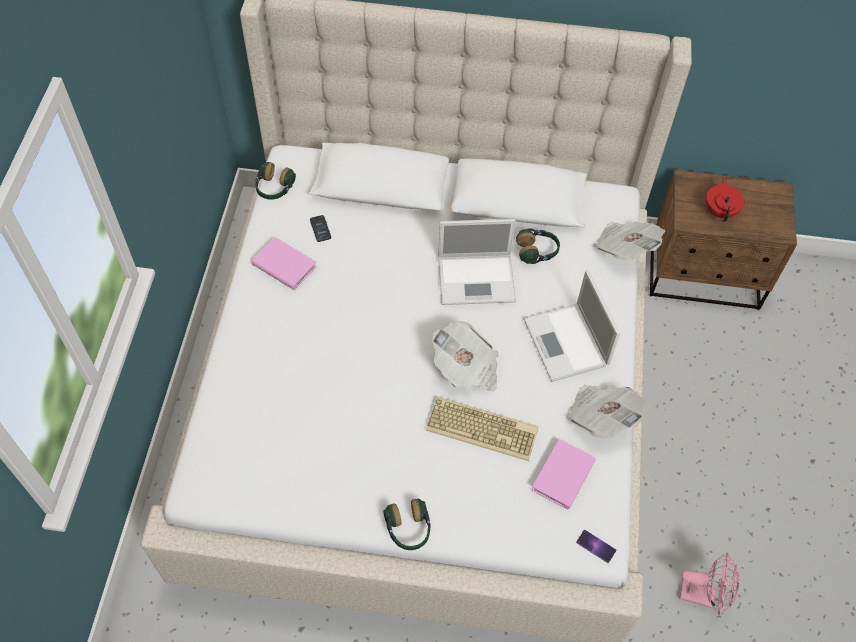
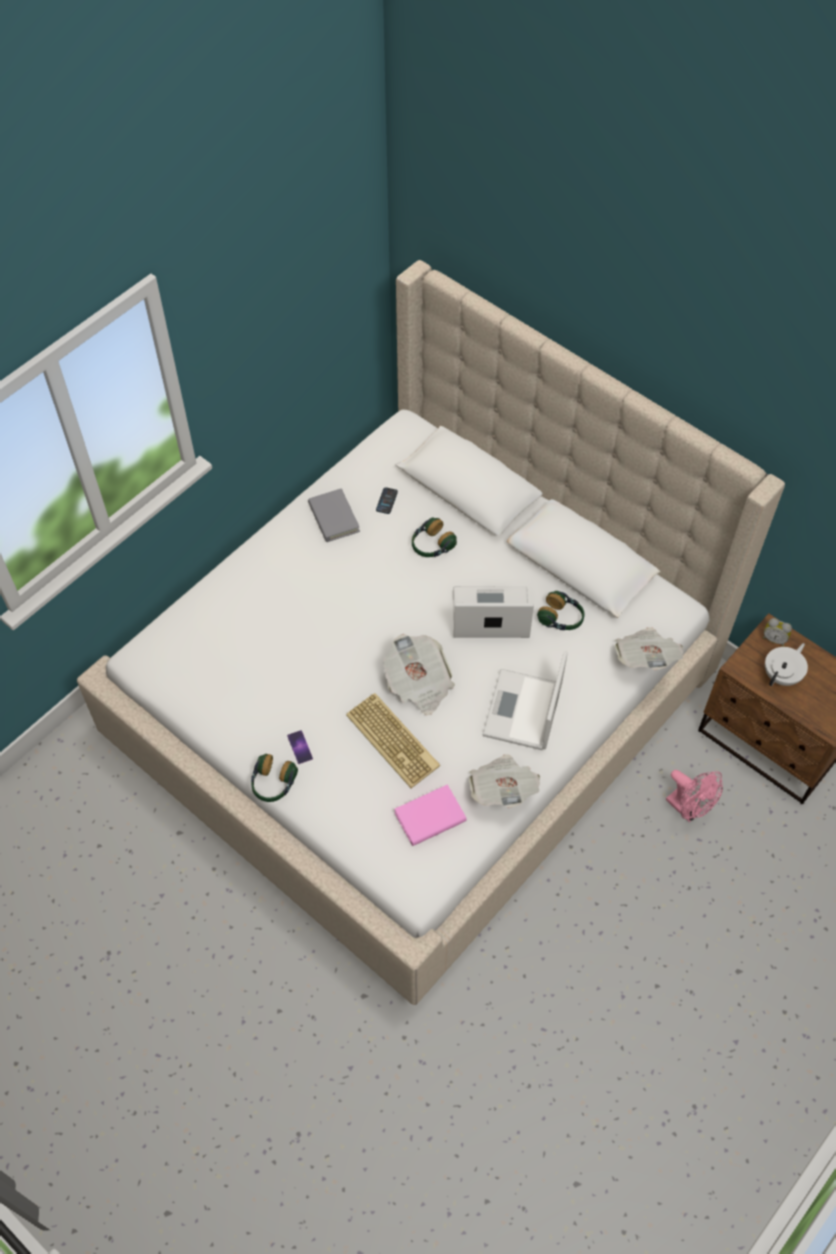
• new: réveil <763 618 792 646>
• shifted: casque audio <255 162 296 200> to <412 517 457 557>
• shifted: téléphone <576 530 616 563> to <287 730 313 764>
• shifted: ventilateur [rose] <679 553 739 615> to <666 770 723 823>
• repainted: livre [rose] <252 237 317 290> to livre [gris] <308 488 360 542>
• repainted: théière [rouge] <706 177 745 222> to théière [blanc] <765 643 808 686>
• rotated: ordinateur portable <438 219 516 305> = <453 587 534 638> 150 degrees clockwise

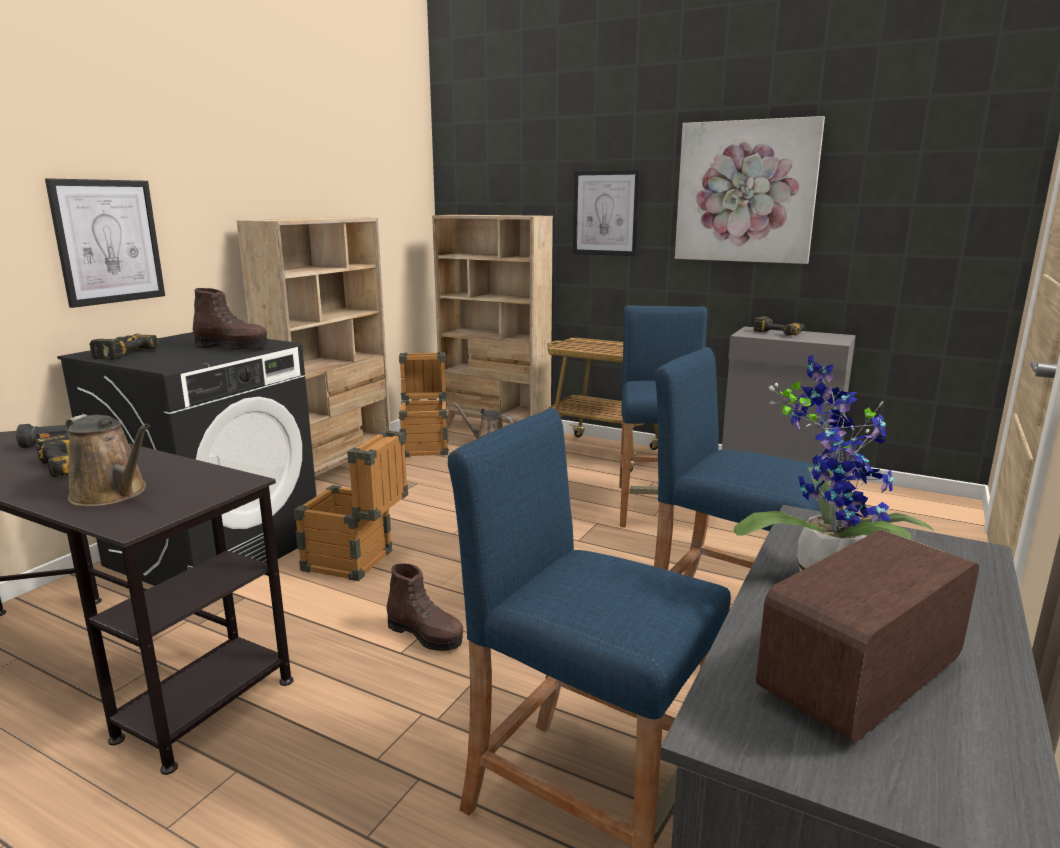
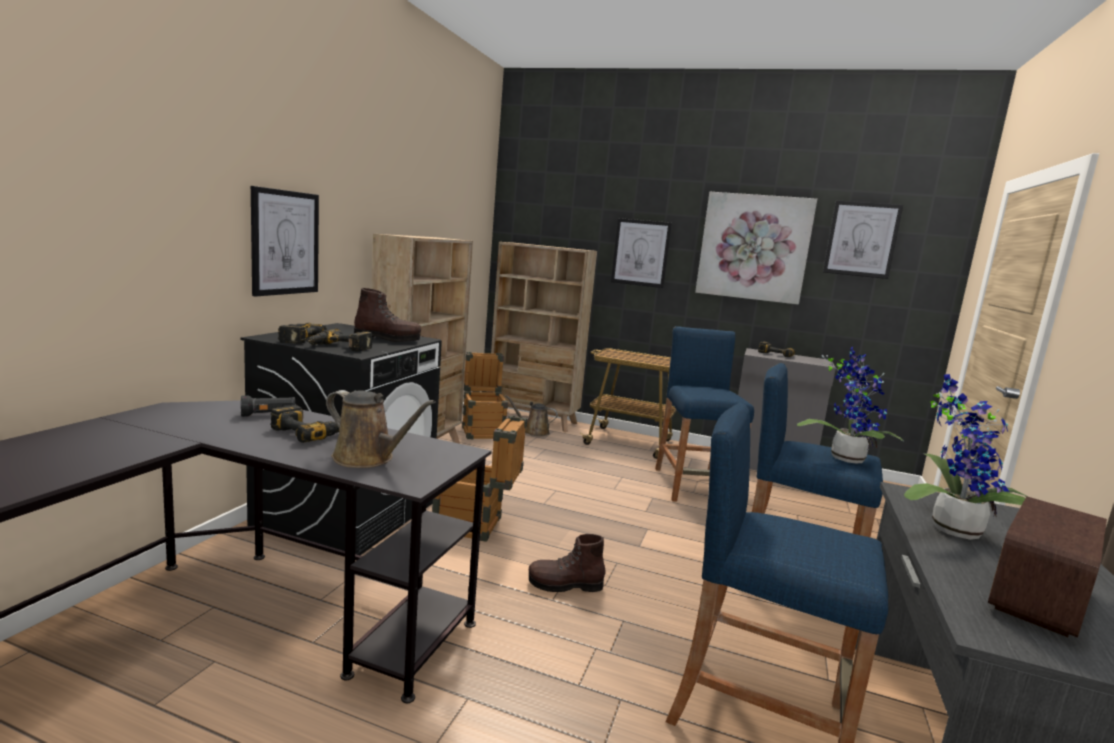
• new: perceuse <307 329 372 352>
• new: plante en pot <797 347 904 464>
• new: tableau <823 200 903 279>
• rotated: botte [marron] <386 563 463 651> = <529 534 605 592> 150 degrees clockwise

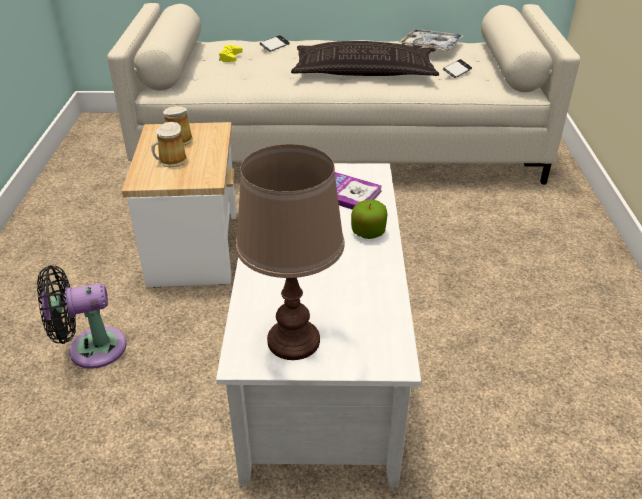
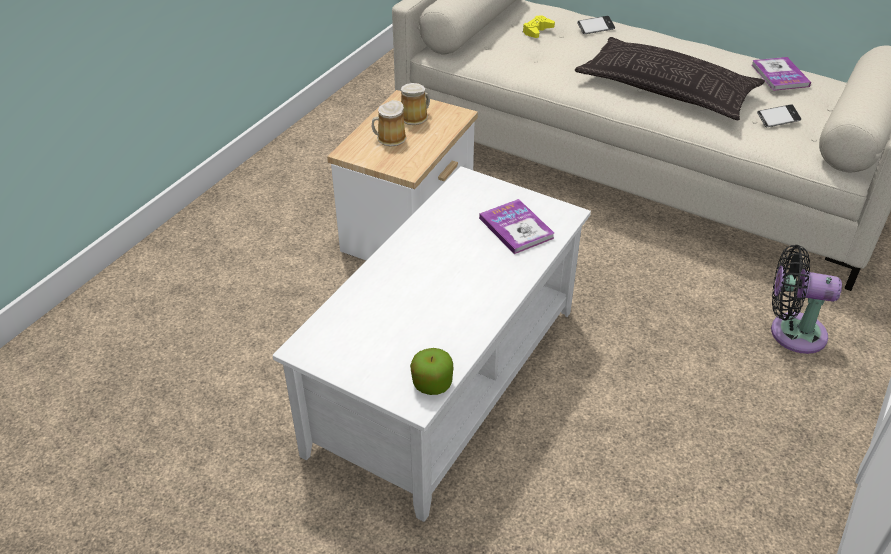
• gone: lampe de table [marron] <236 144 345 360>
• shifted: ventilateur [noir] <37 265 127 369> to <771 245 842 354>
• shifted: pomme <351 200 387 239> to <410 348 453 395>
• swapped: plateau <398 29 464 52> to livre <752 57 811 91>

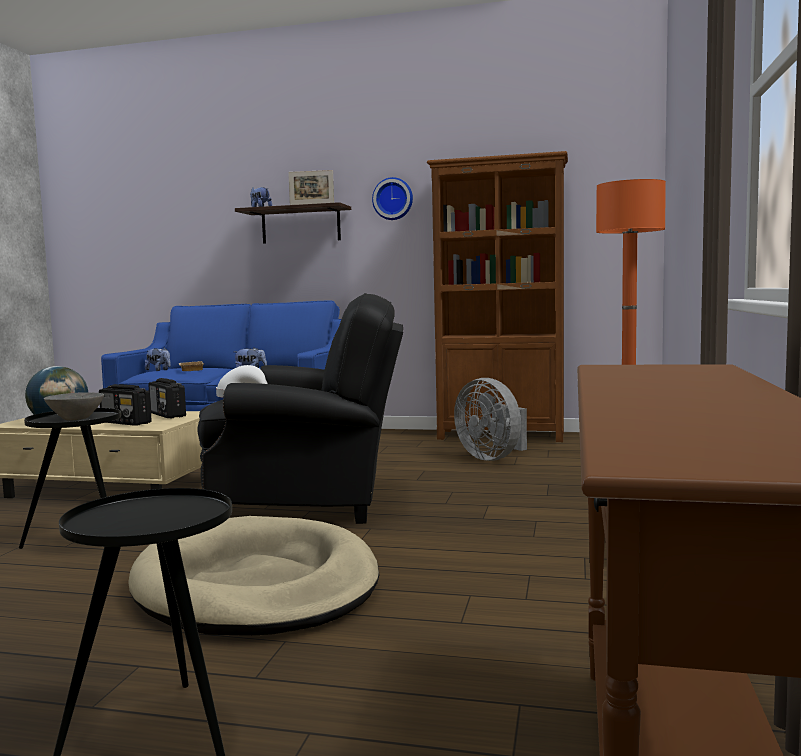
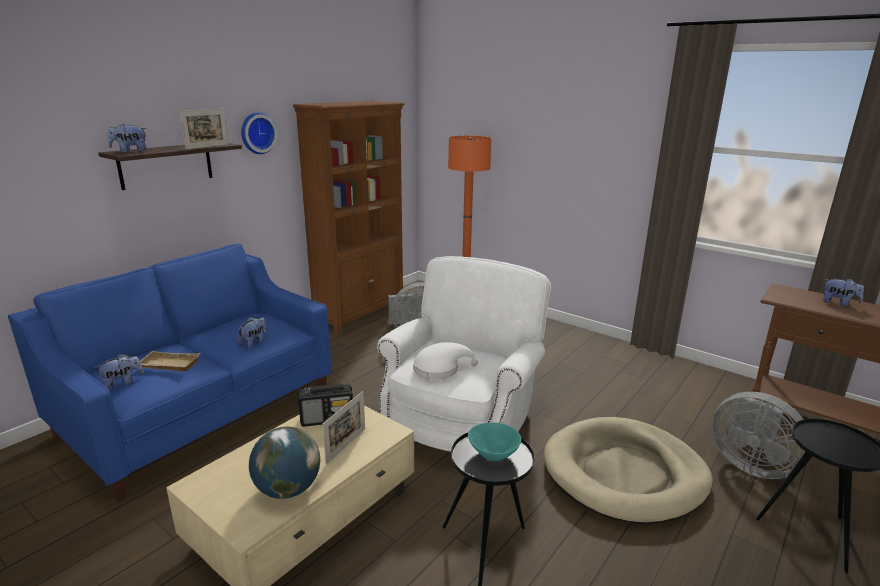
• new: ventilateur [gris] <712 392 804 479>
• new: peluche <823 278 864 306>
• swapped: radio <99 384 152 426> to cadre photo <322 391 365 465>
• repainted: bol [gris] <44 392 104 421> to bol [turquoise] <468 423 521 461>
• repainted: fauteuil [noir] <197 293 403 524> to fauteuil [blanc] <377 256 551 452>

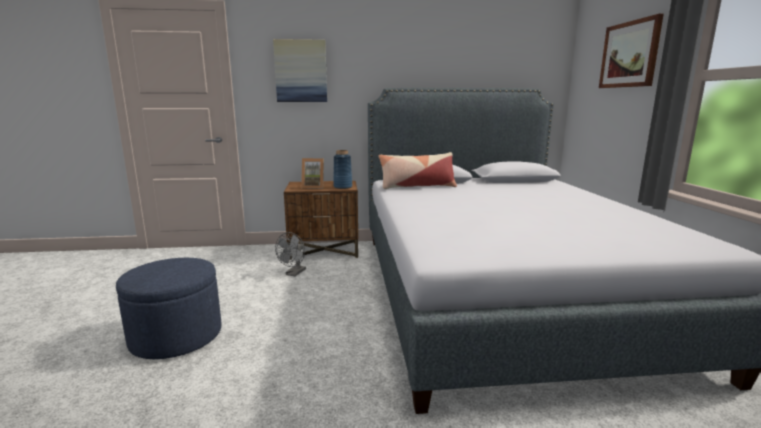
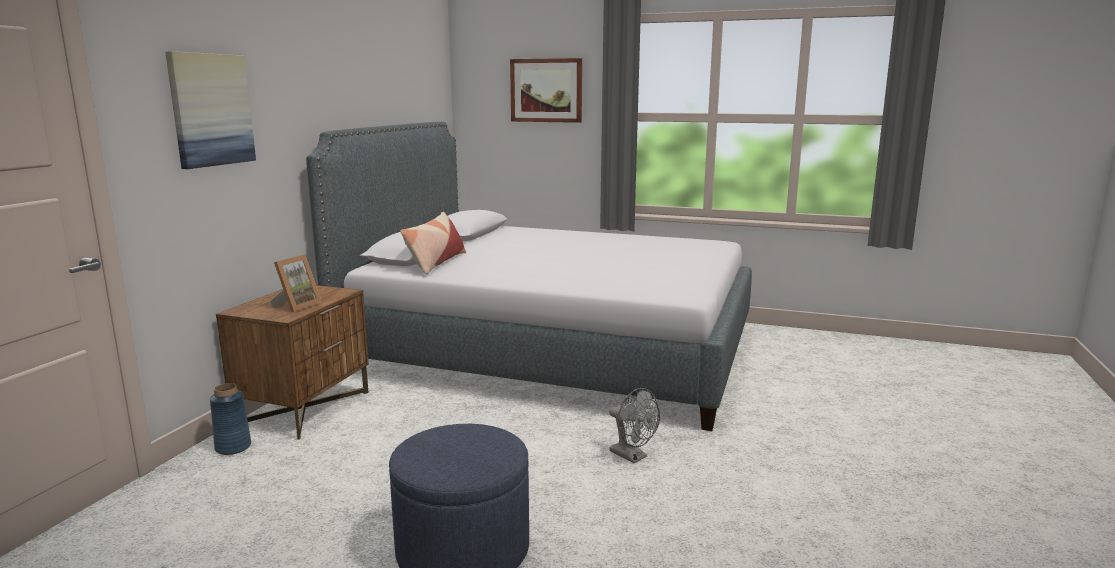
• shifted: ventilateur [gris] <275 232 306 276> to <609 388 660 463>
• shifted: vase [bleu] <333 150 352 189> to <210 383 251 455>

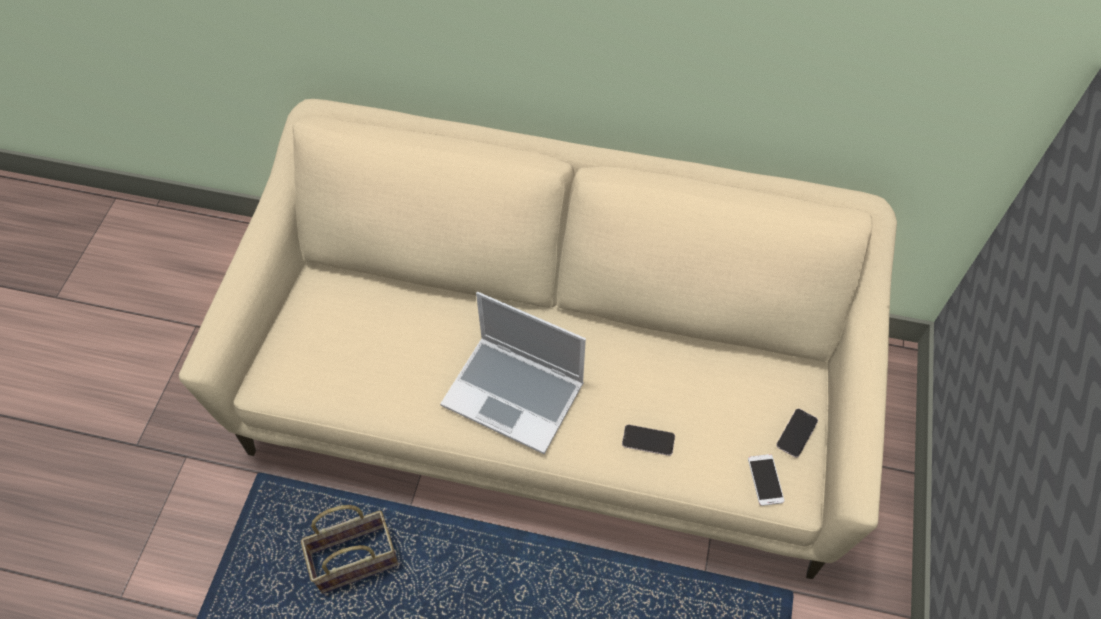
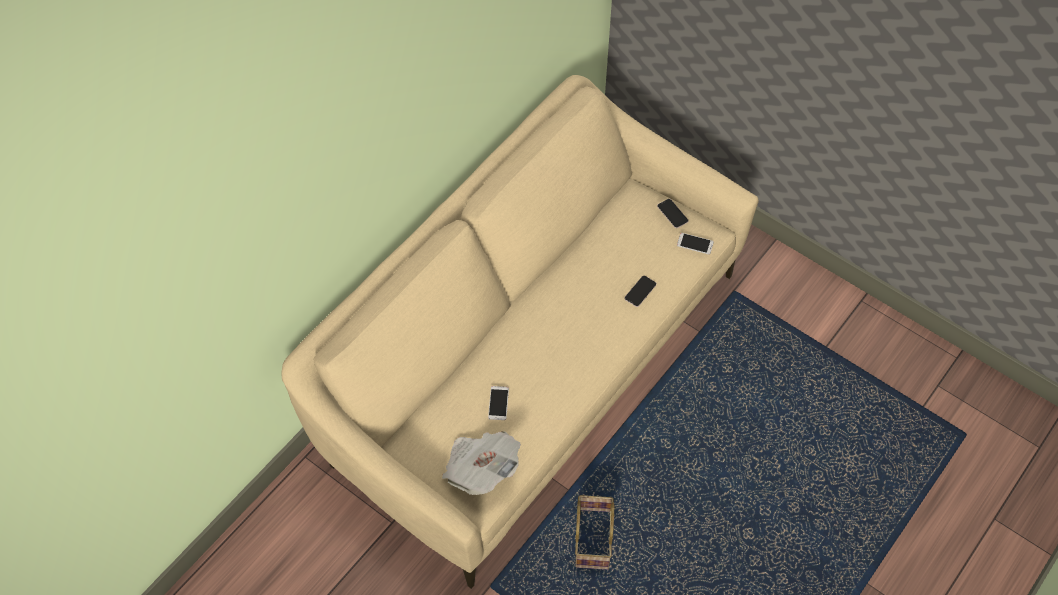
• gone: ordinateur portable <440 292 586 454>
• new: journal <442 431 521 495>
• new: téléphone <488 386 509 420>

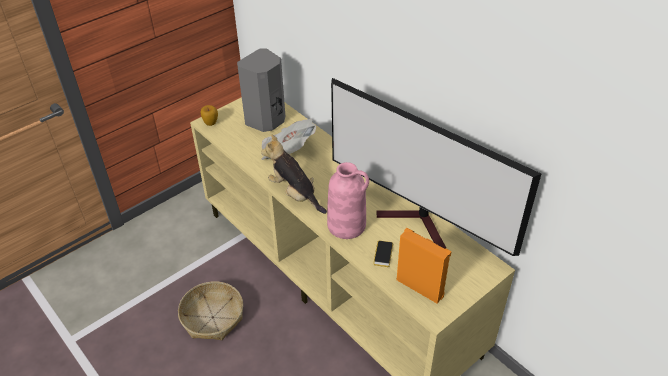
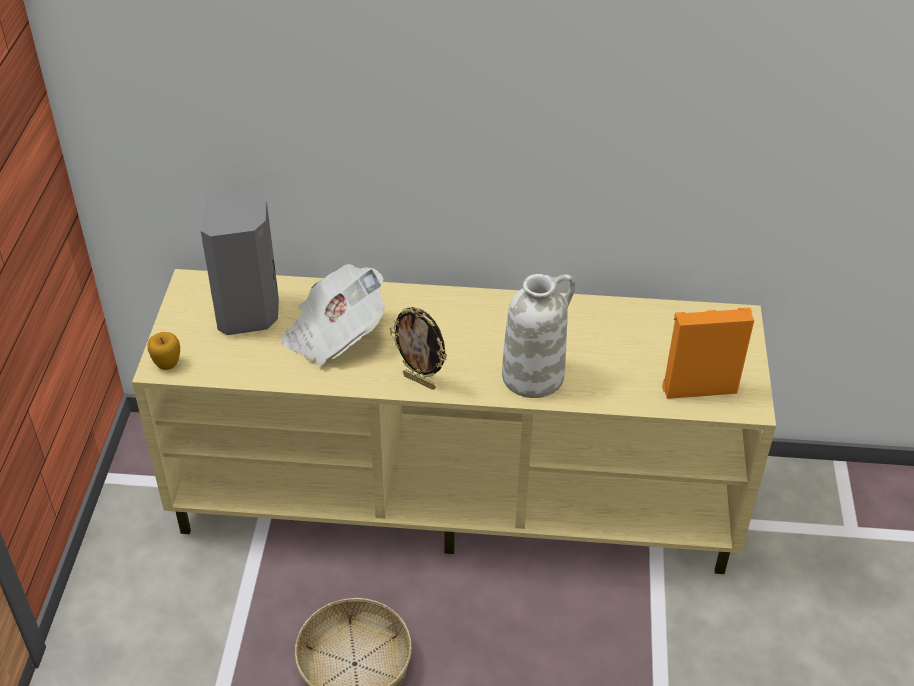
• gone: téléviseur <331 78 541 256>
• gone: téléphone <373 240 393 267>
• swapped: peluche <261 134 327 214> to cadre photo <390 307 447 390>
• repainted: vase [rose] <327 162 369 239> to vase [blanc] <502 274 576 398>

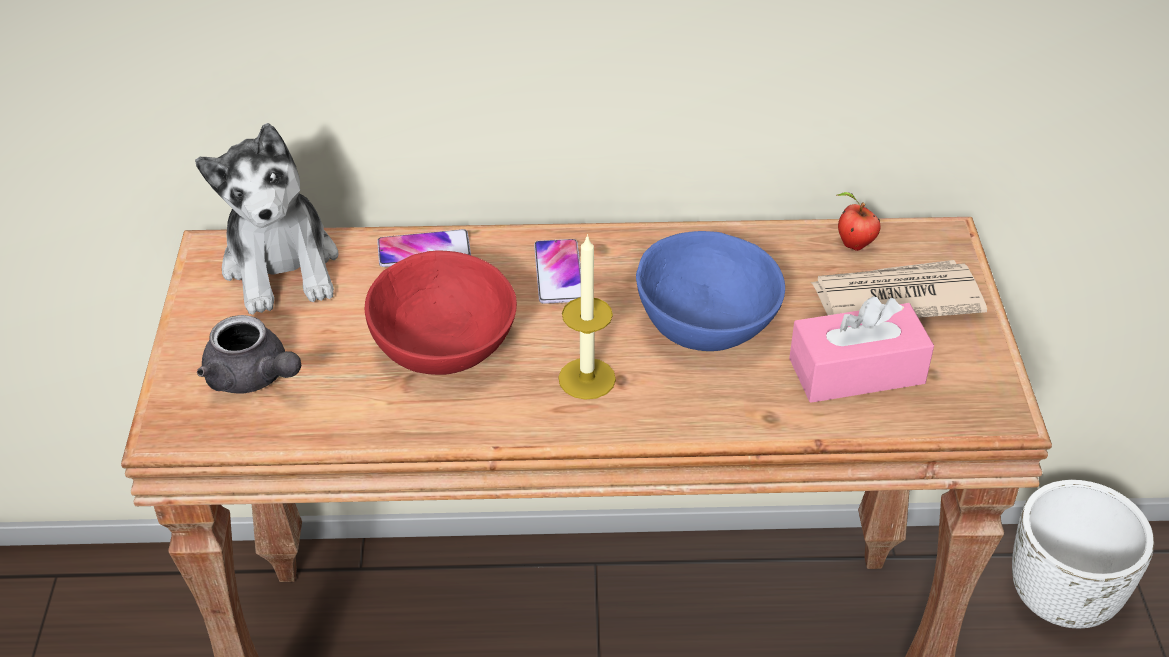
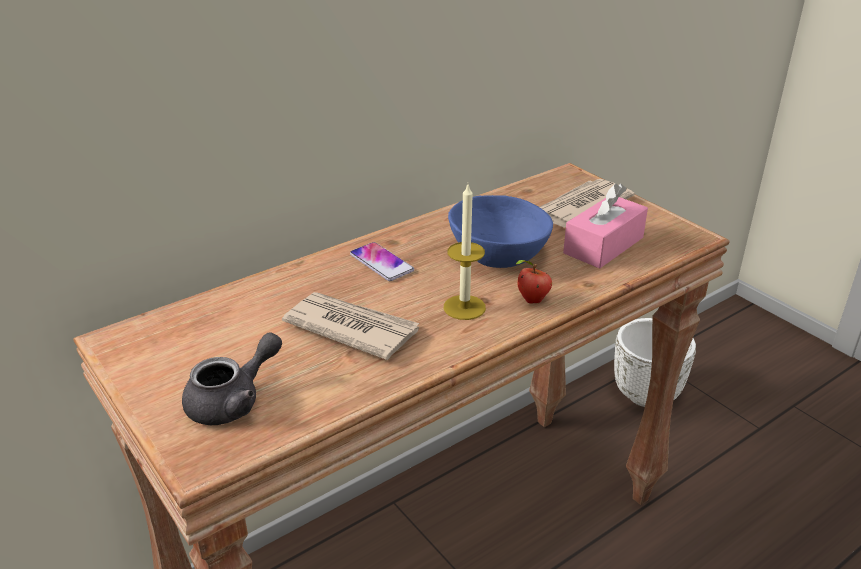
• gone: peluche <195 123 339 315>
• gone: téléphone <377 229 471 267>
• shifted: pomme <837 192 881 251> to <516 260 552 304>
• swapped: bol [rouge] <365 250 517 375> to journal <282 292 420 360>
• rotated: théière [gris] <197 315 301 394> = <182 332 282 425> 45 degrees counterclockwise

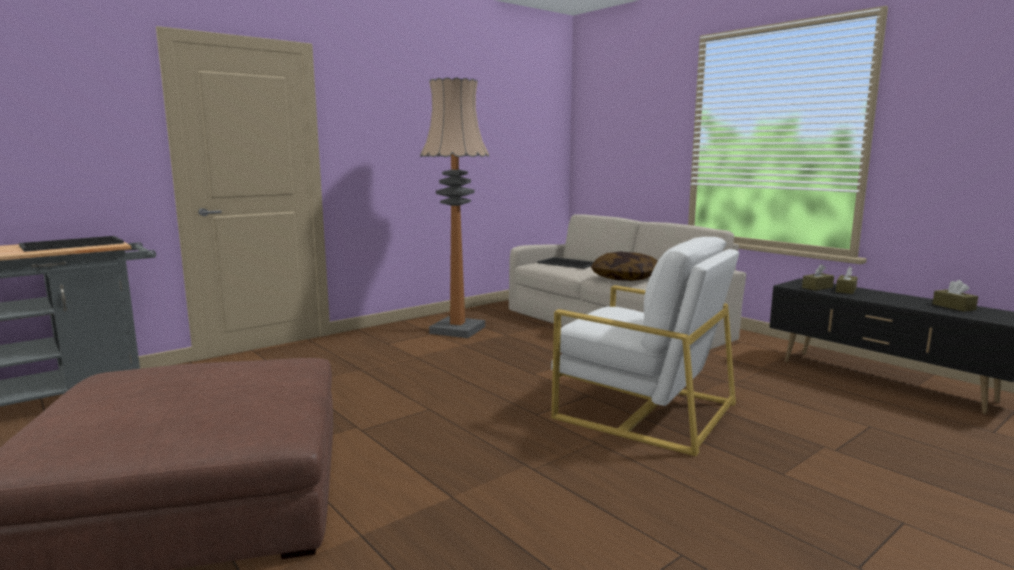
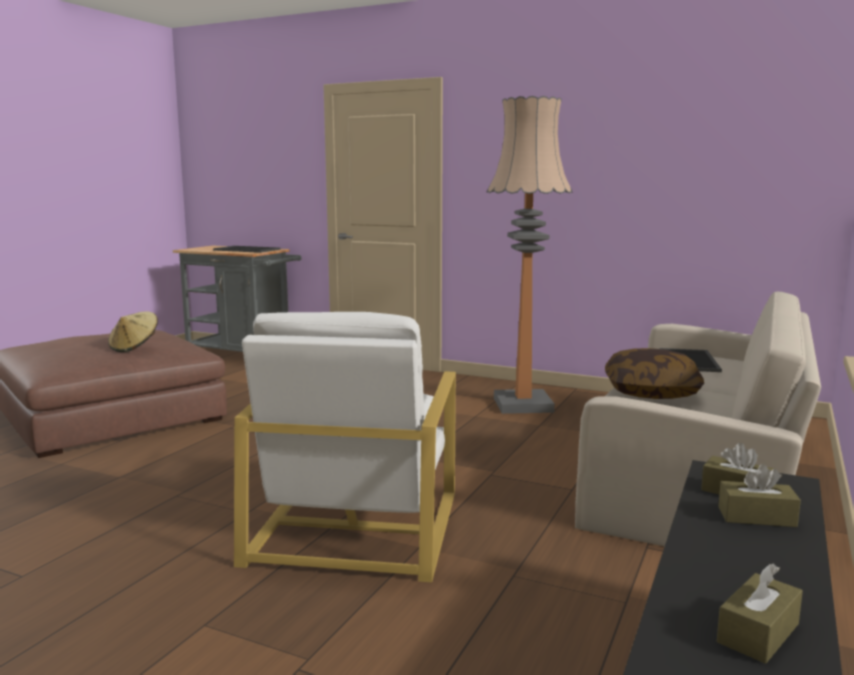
• new: chapeau [beige] <108 311 158 352>

